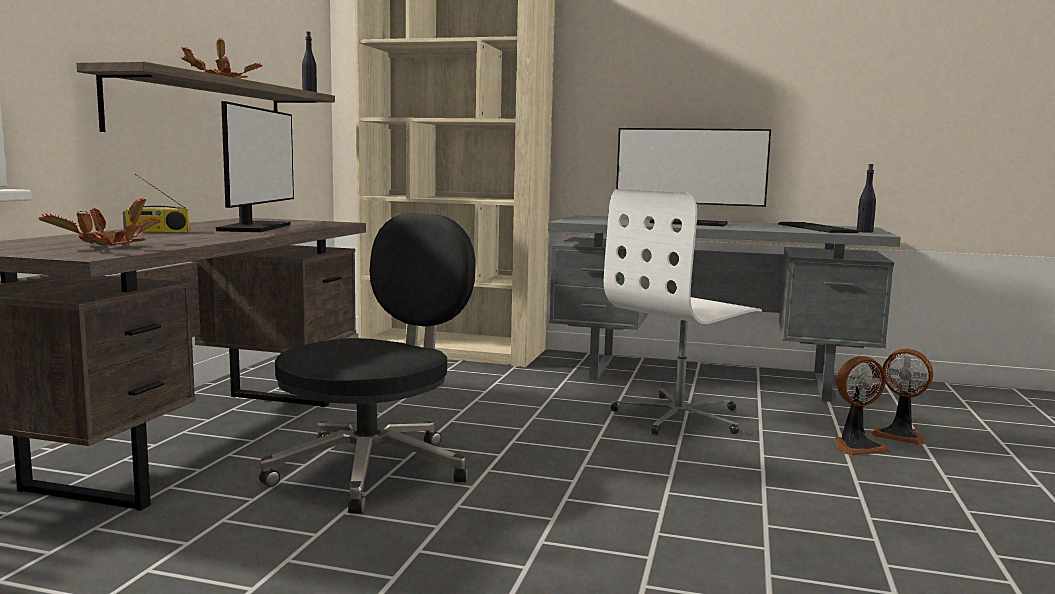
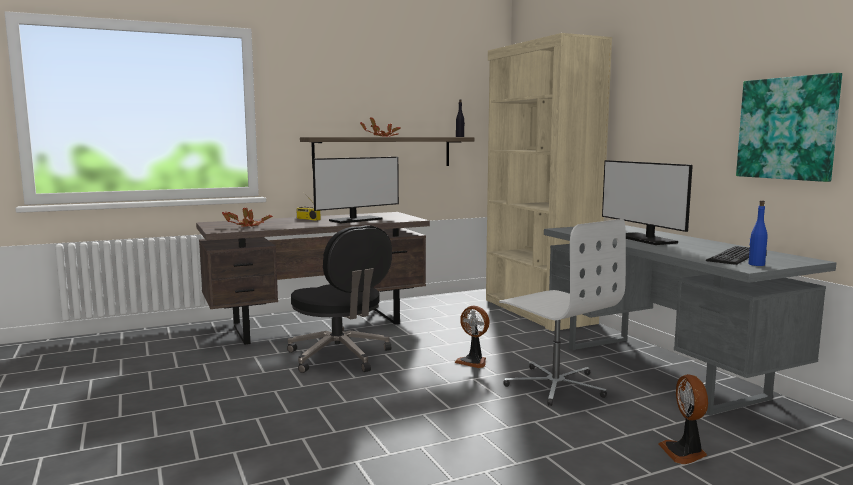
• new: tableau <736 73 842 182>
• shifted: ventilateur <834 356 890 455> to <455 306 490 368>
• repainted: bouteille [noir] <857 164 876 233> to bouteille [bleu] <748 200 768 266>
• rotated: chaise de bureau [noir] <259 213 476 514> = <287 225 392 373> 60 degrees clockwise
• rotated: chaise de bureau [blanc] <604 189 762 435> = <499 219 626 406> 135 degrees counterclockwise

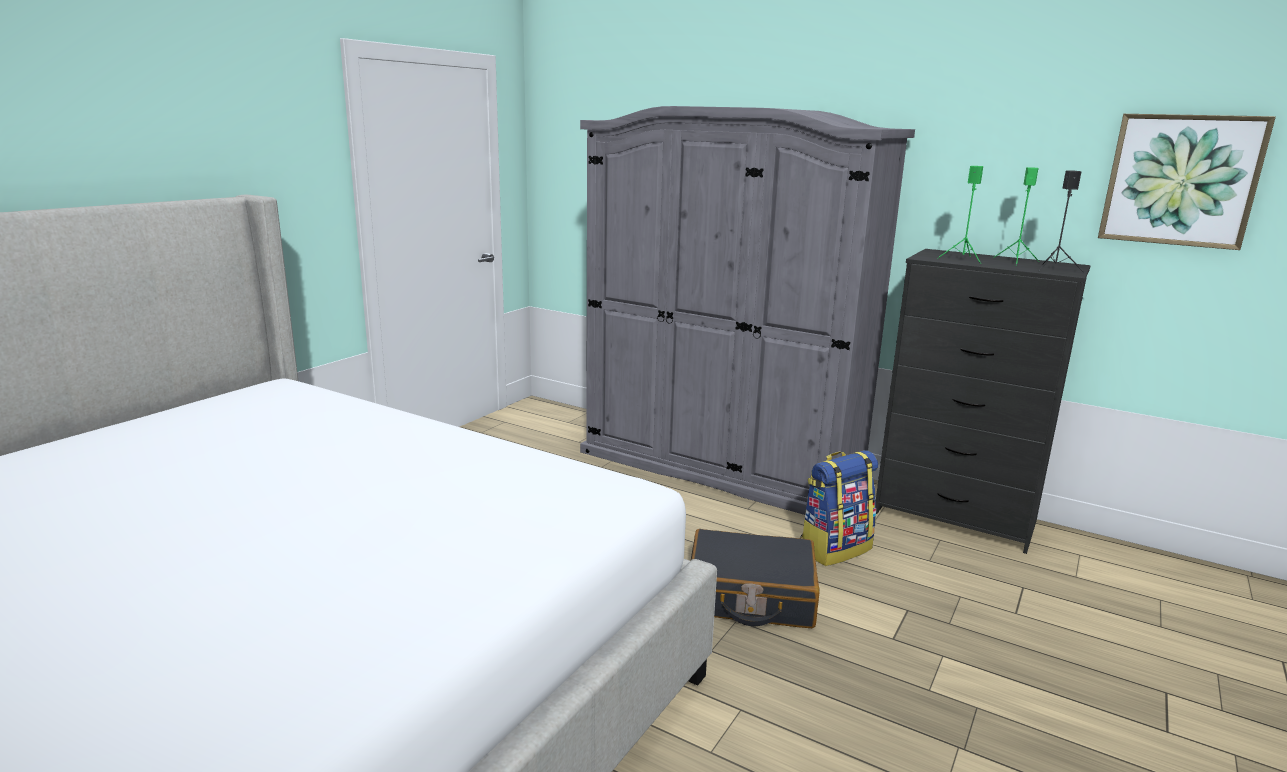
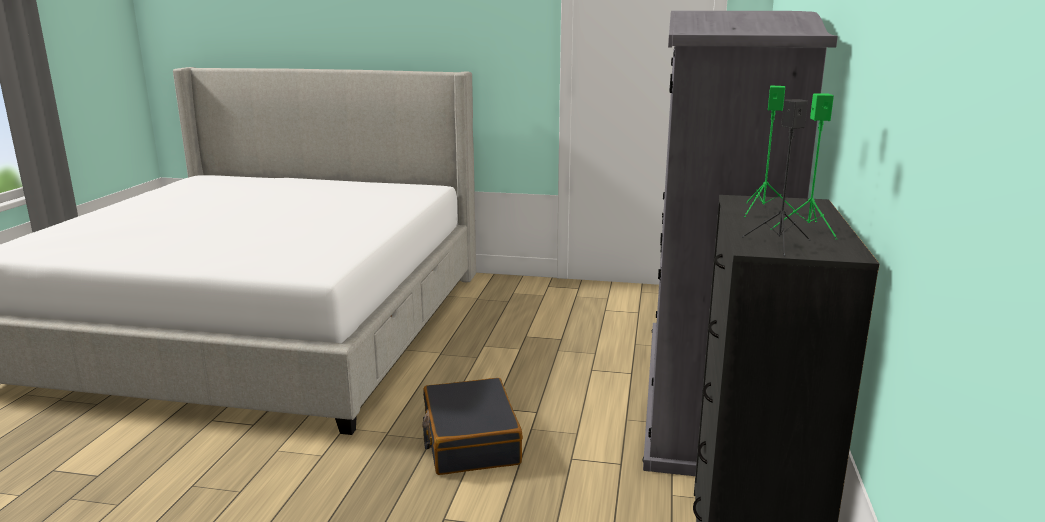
• gone: sac à dos <800 450 878 566>
• gone: tableau <1098 114 1276 250>

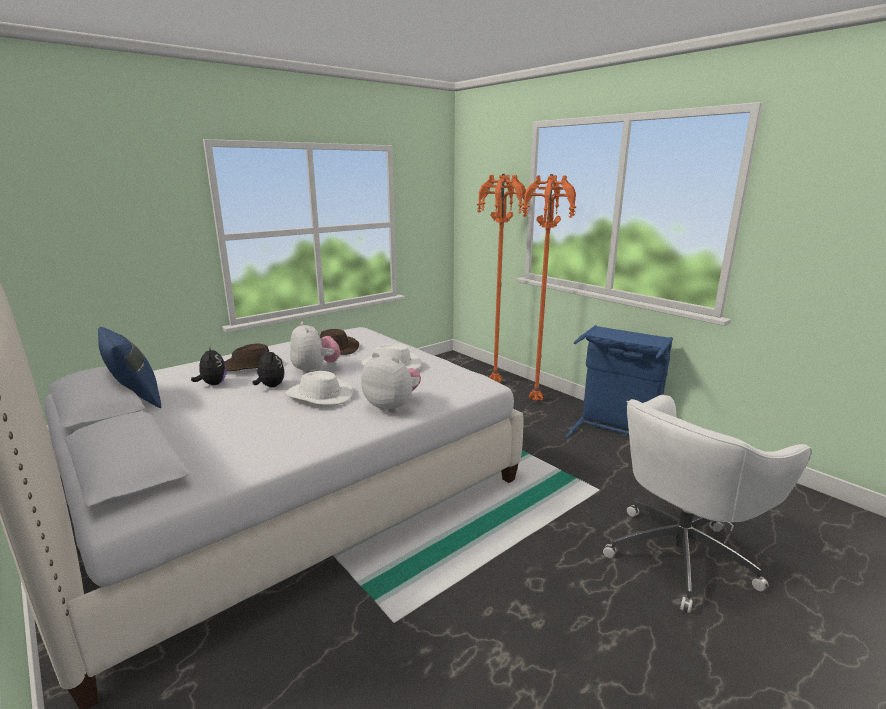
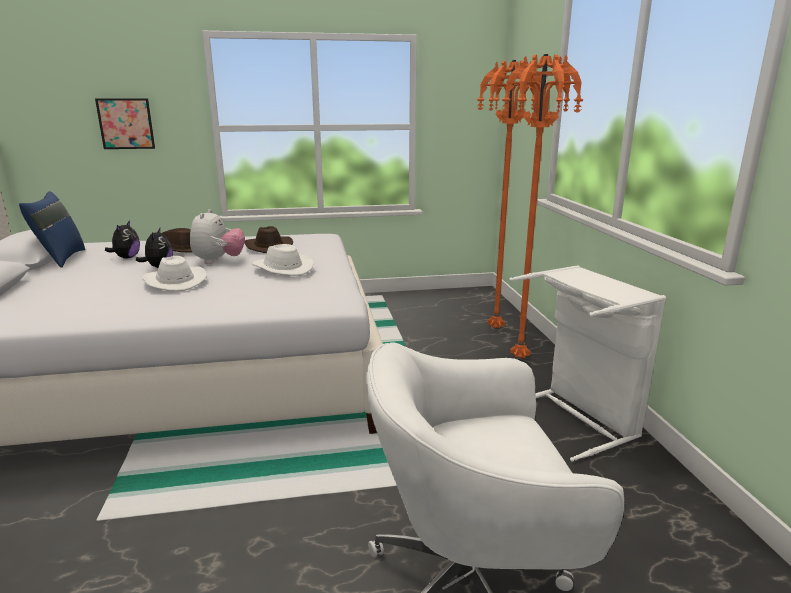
• gone: peluche <361 352 421 413>
• new: tableau <95 98 155 149>
• repainted: panier à linge [bleu] <565 325 673 438> to panier à linge [blanc] <509 265 666 462>

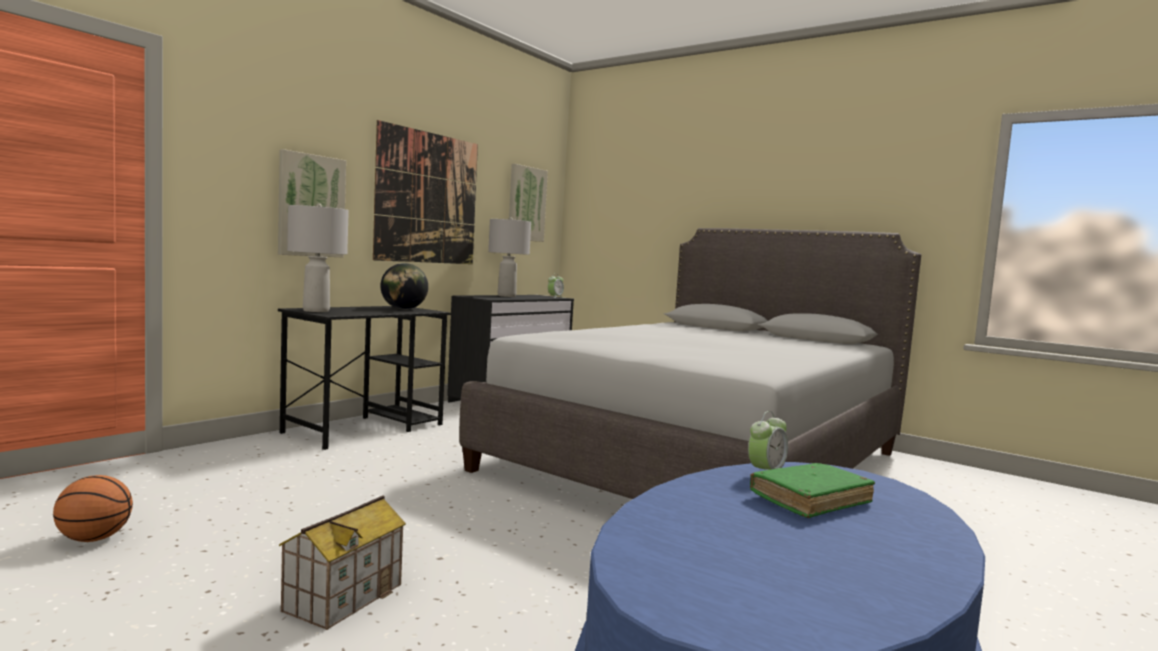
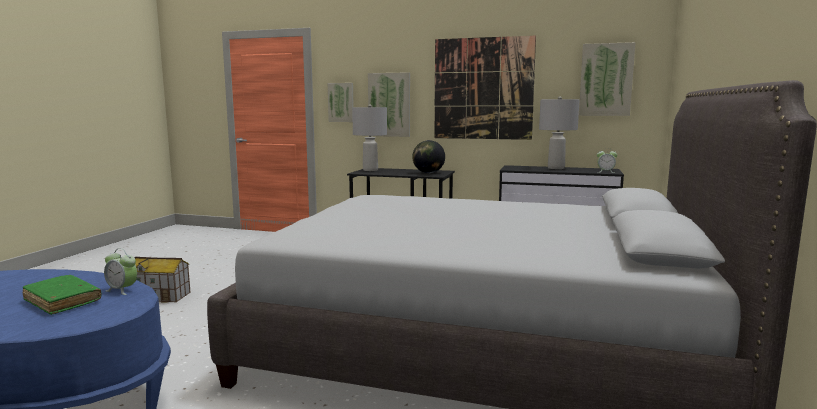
• gone: ballon de basket <53 475 133 542>
• new: tableau <328 83 354 122>

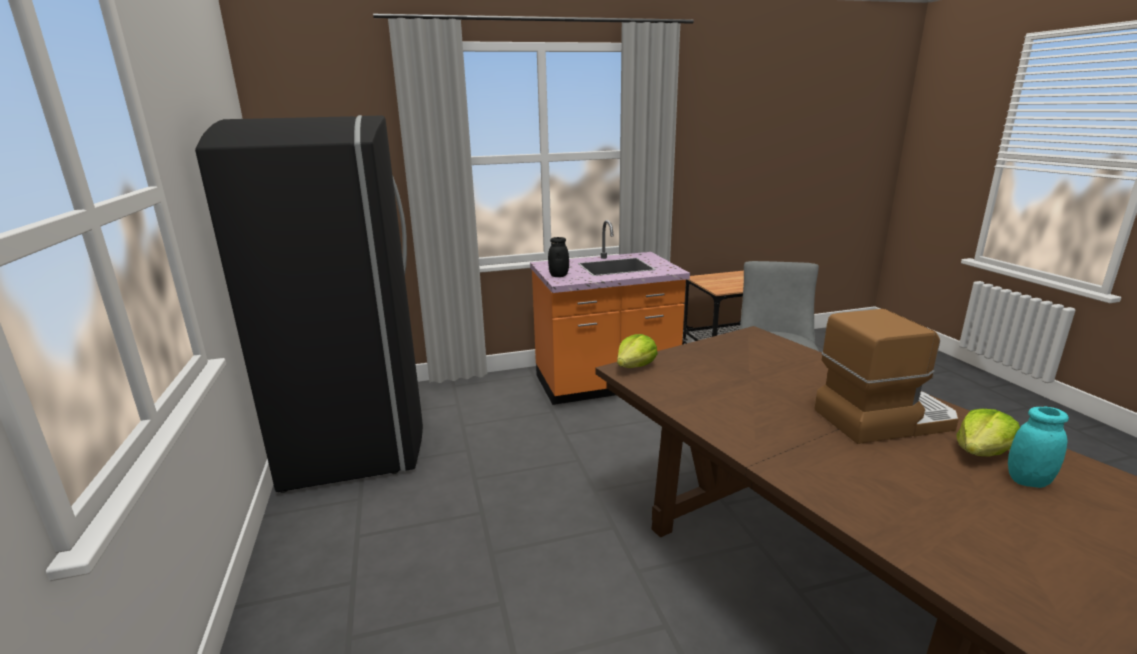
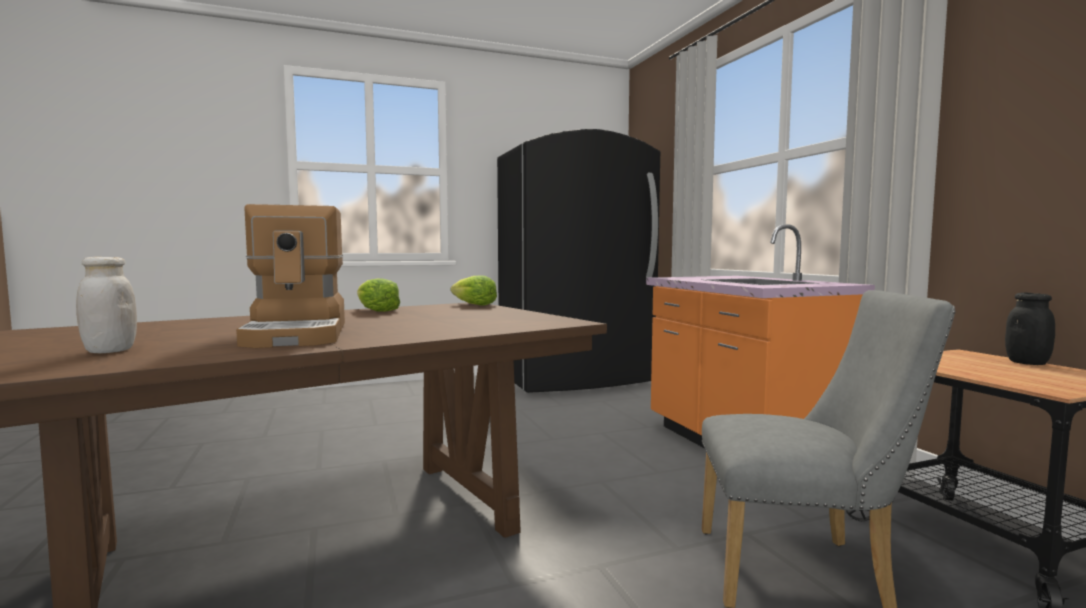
• shifted: bocal [noir] <548 237 569 277> to <1005 292 1055 365>
• shifted: laitue <956 409 1020 456> to <357 278 400 312>
• repainted: bocal [turquoise] <1008 407 1069 488> to bocal [blanc] <76 257 137 353>

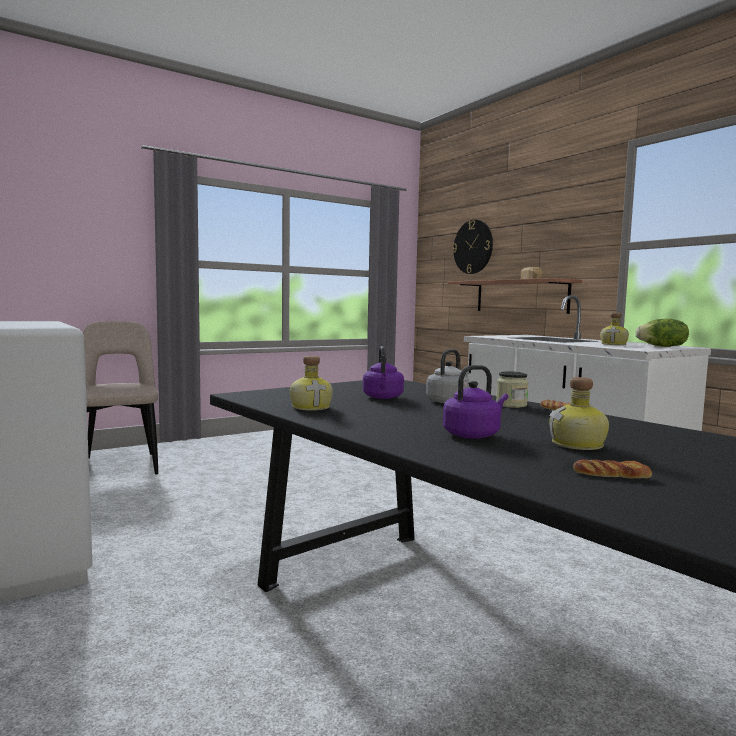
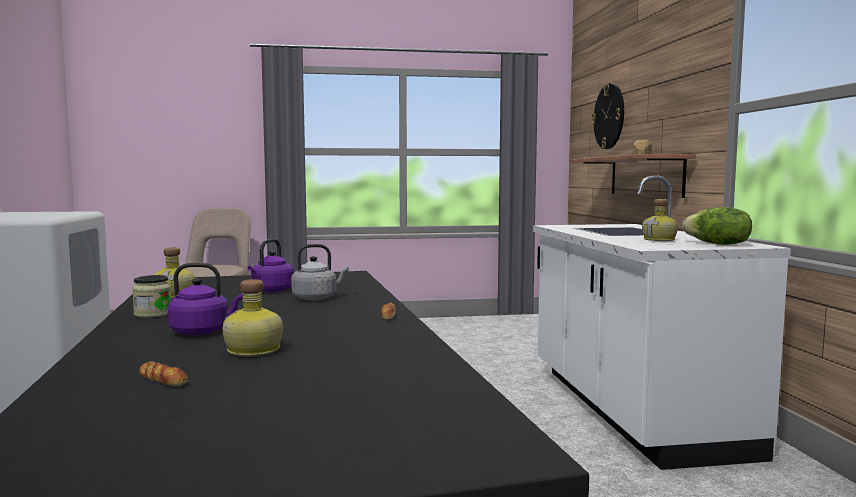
• shifted: bocal <496 371 529 408> to <132 275 171 318>

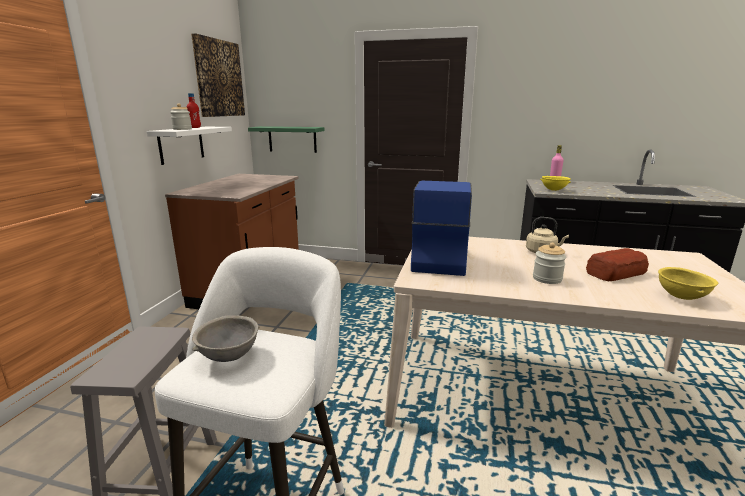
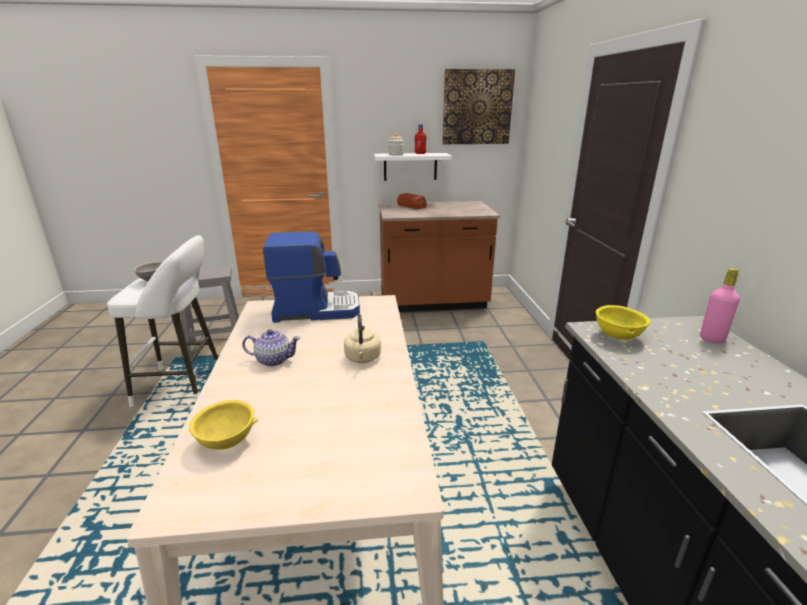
• gone: étagère [vert] <248 126 325 153>
• shifted: pain <586 248 649 281> to <397 193 427 209>
• swapped: bocal <533 243 566 284> to théière <242 329 300 367>

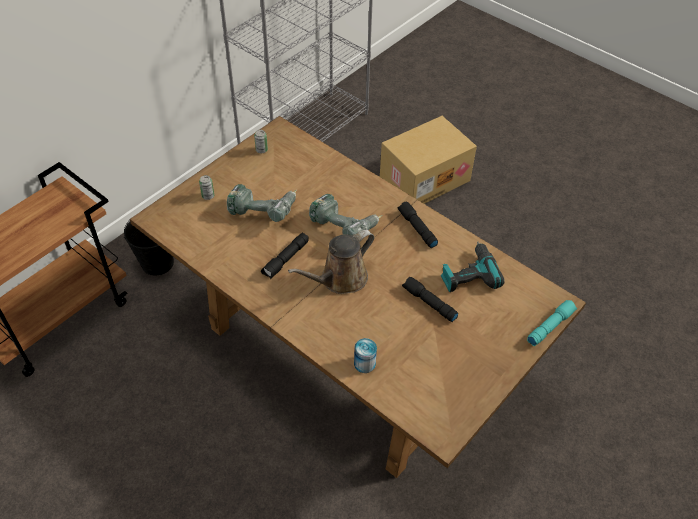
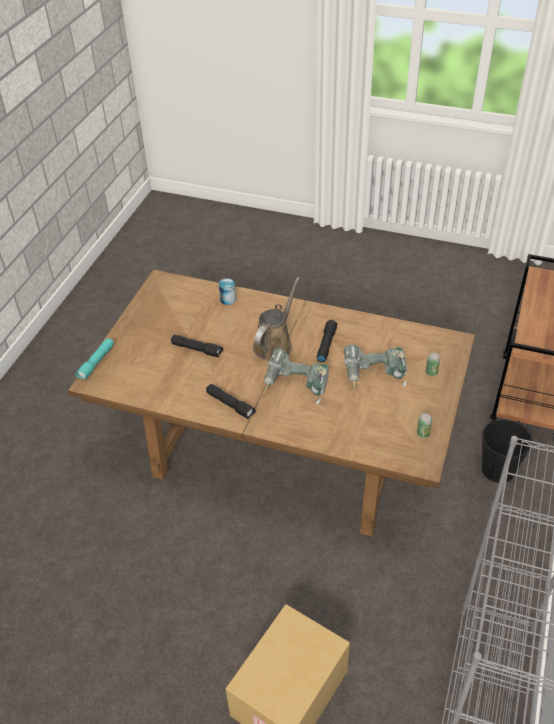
• gone: perceuse <441 242 505 292>

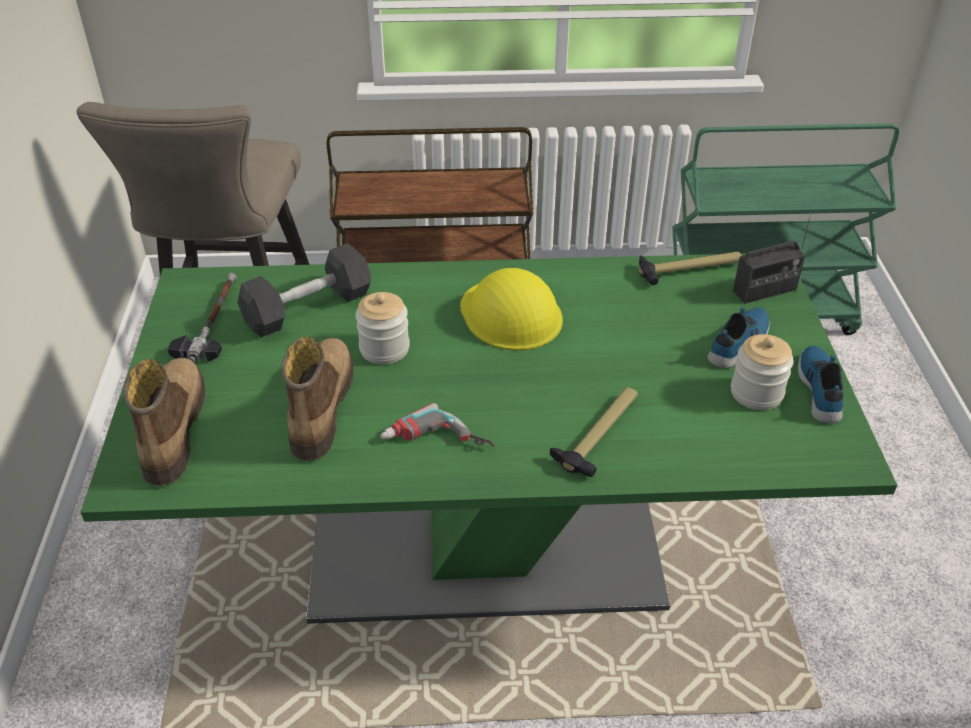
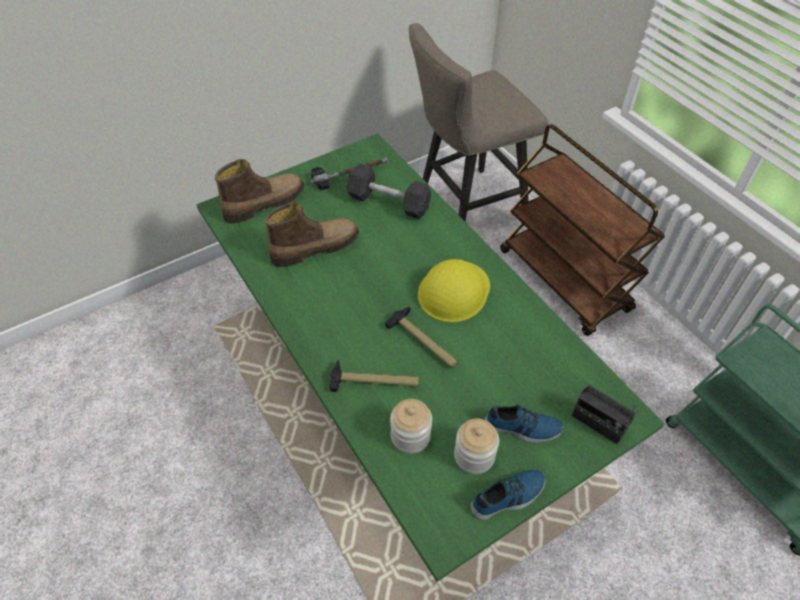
• gone: perceuse <380 403 494 446>
• shifted: bocal <356 292 410 364> to <390 399 432 454>
• shifted: marteau <639 252 742 285> to <385 307 458 368>

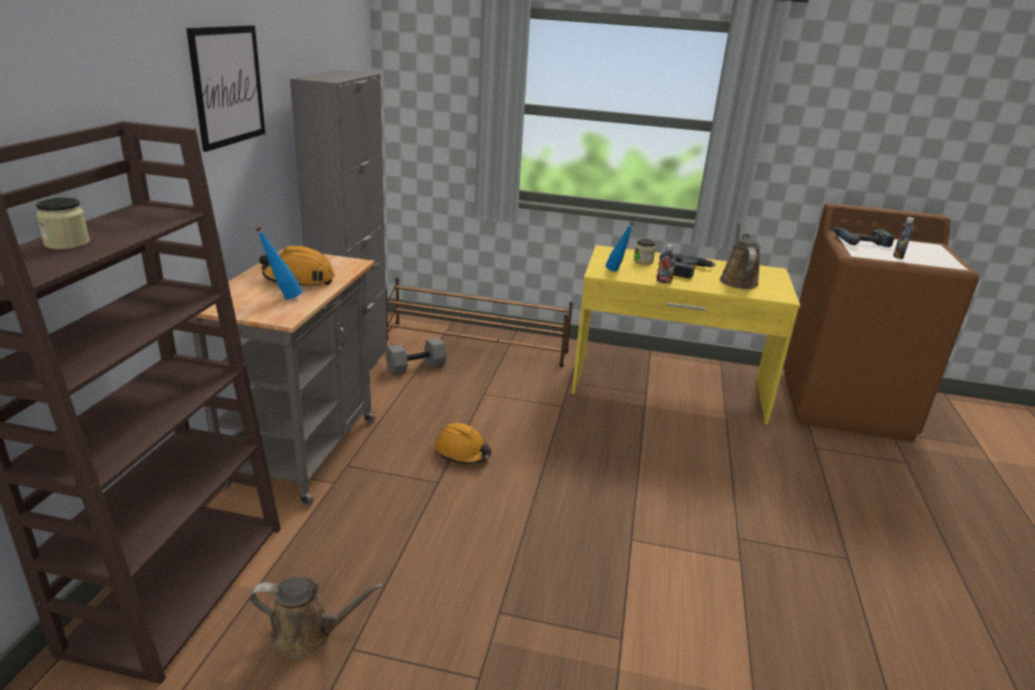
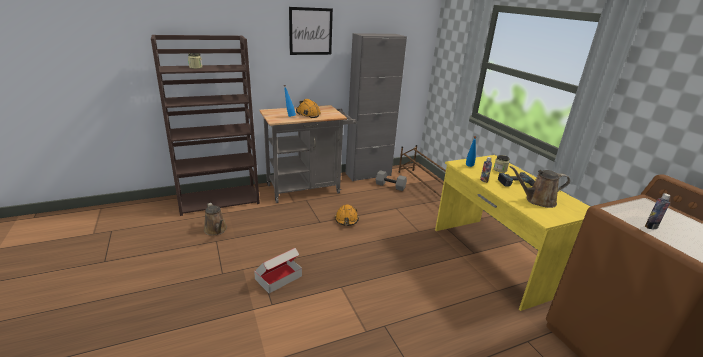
• gone: perceuse <833 227 895 247>
• new: carton <254 248 302 293>
• rotated: arrosoir [marron] <720 219 760 289> = <510 166 570 208> 150 degrees counterclockwise

